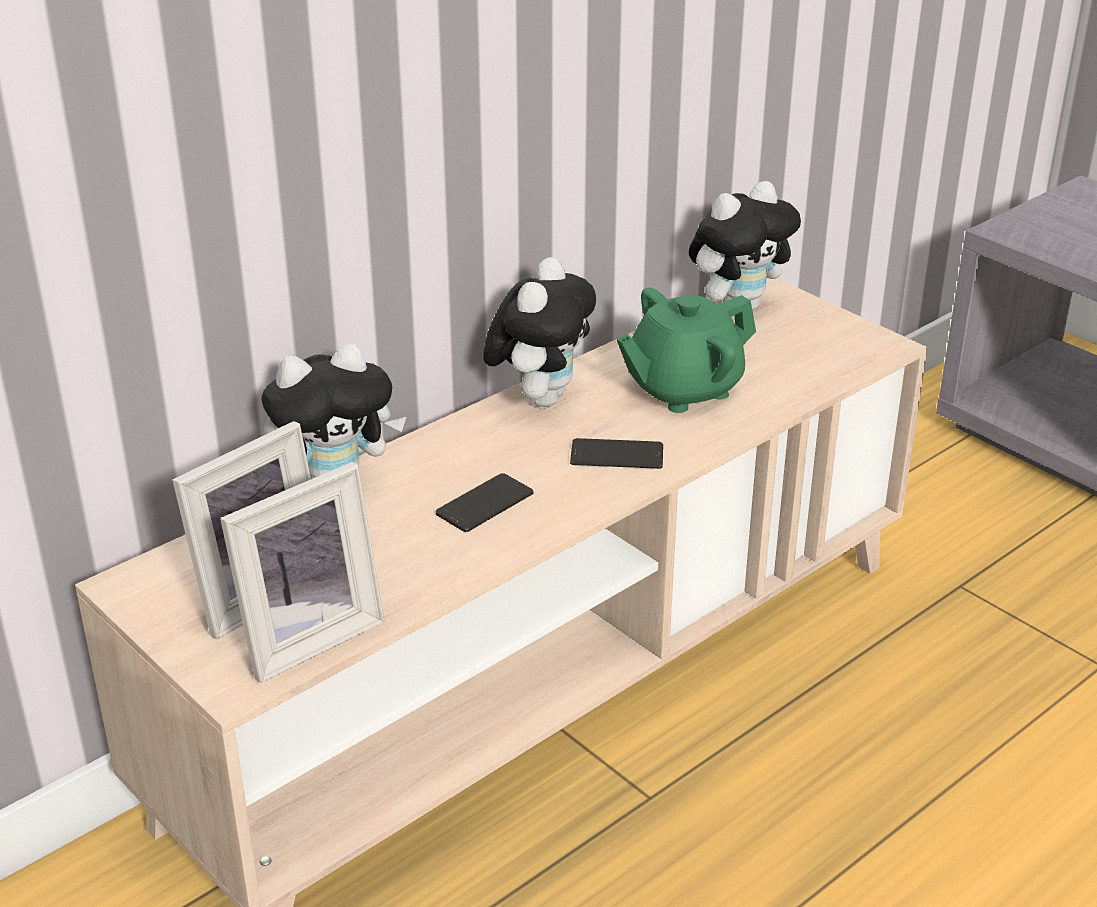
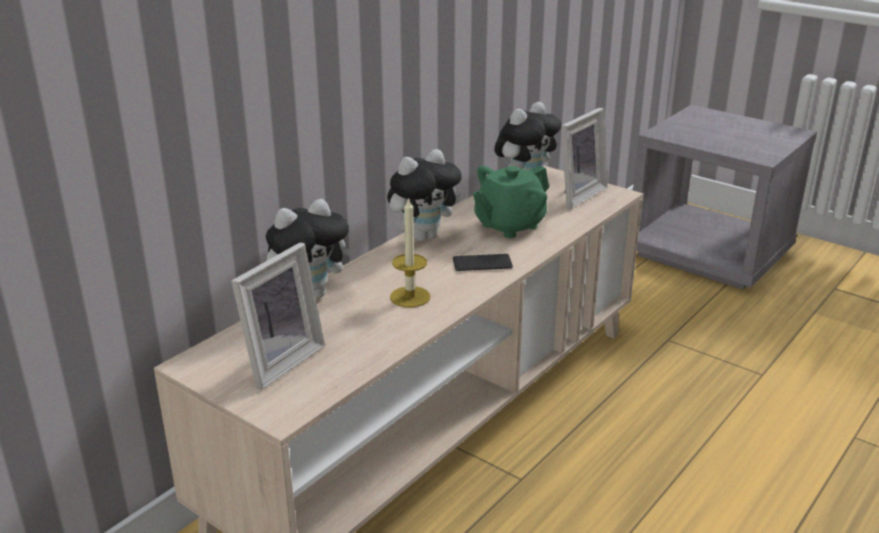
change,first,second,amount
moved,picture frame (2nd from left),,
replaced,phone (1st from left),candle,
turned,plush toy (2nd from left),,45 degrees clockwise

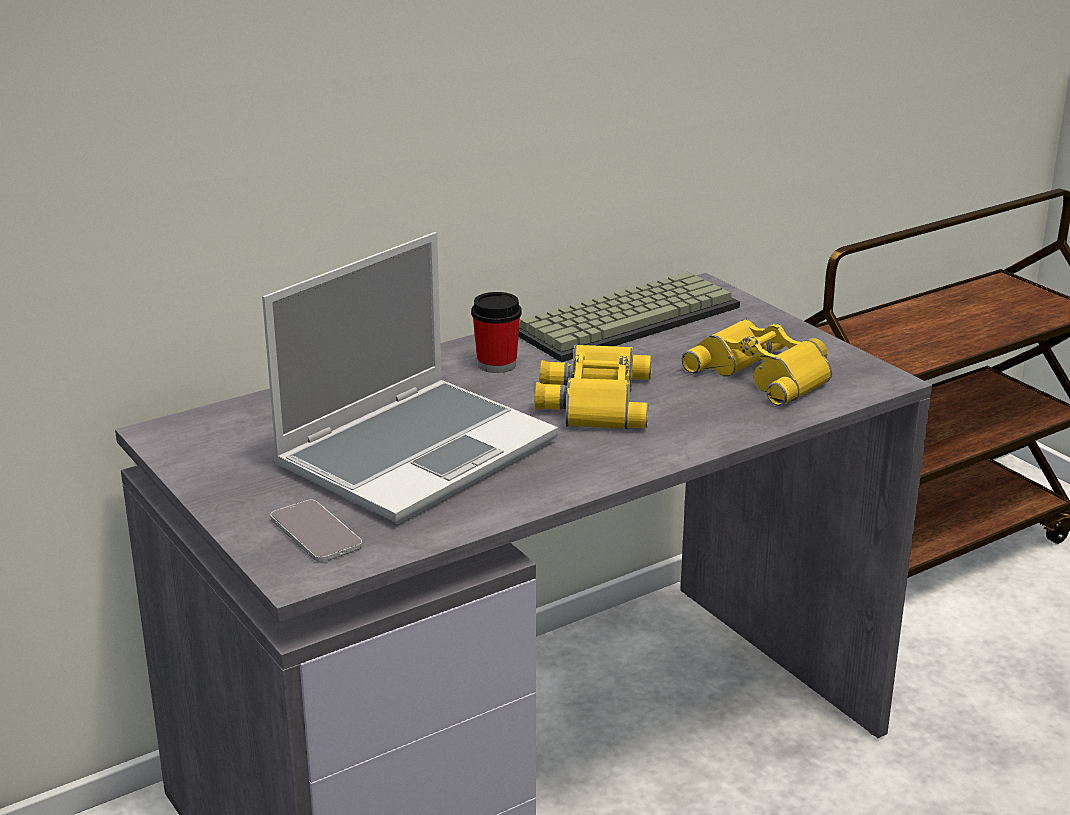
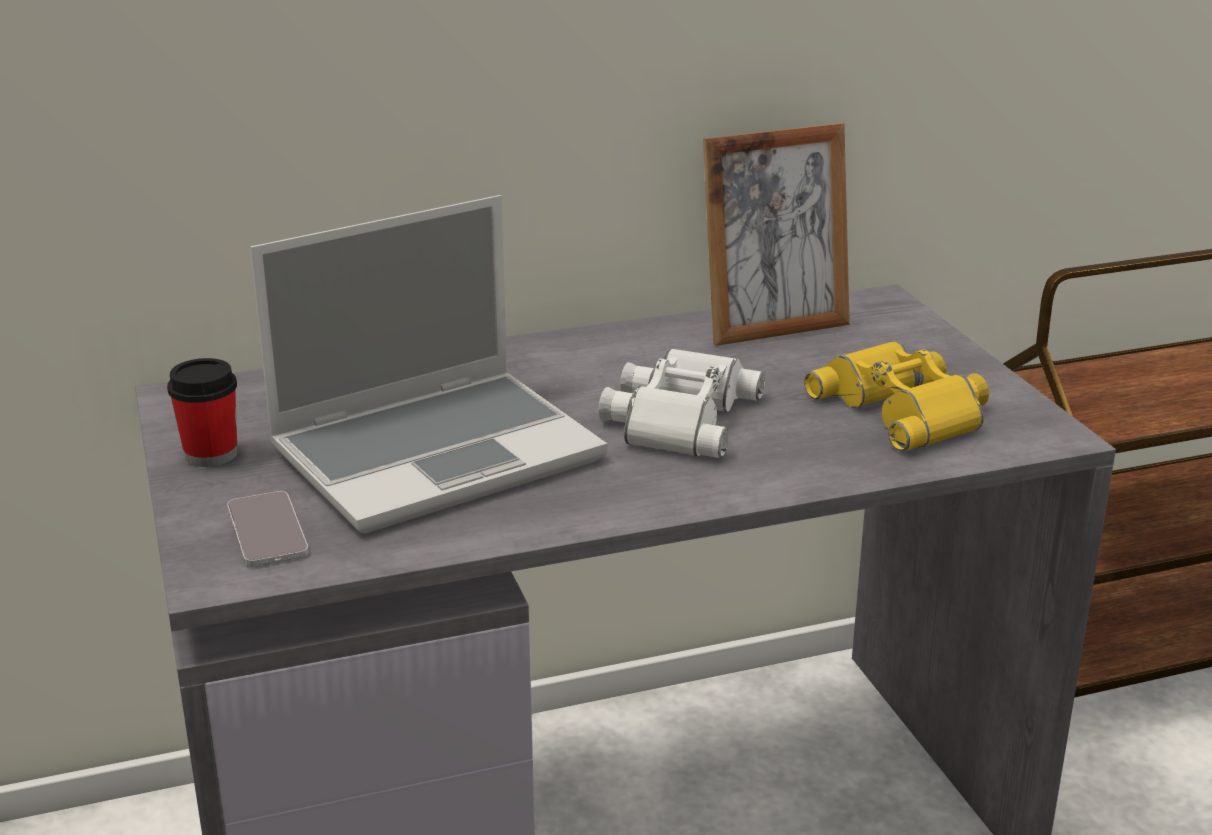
change,first,second,amount
moved,cup,,
replaced,keyboard,picture frame,
recoloured,yellow binoculars (1st from left),white binoculars,

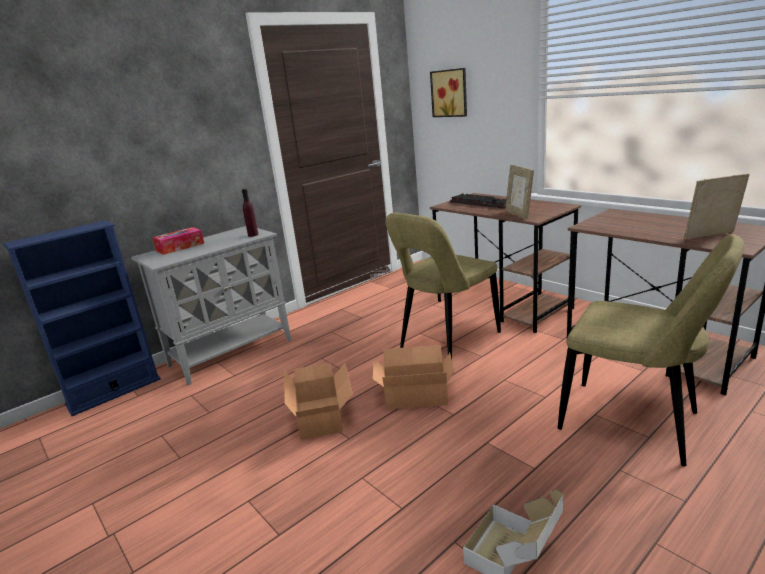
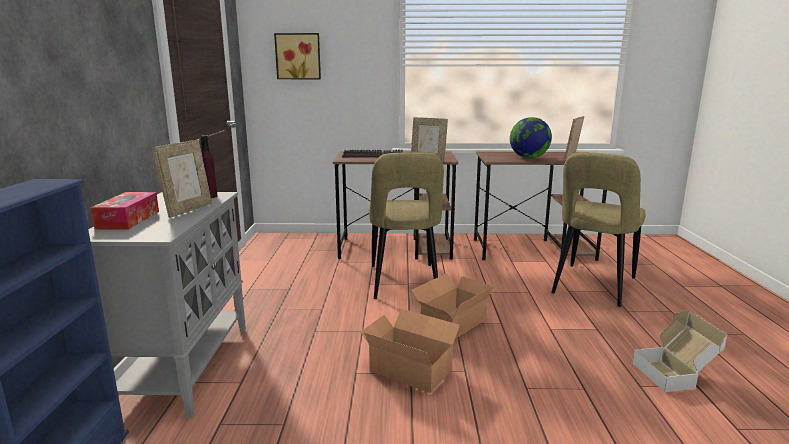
change,first,second,amount
turned,beige chair (2nd from left),,135 degrees clockwise
added,,picture frame (1st from left),
added,,globe,

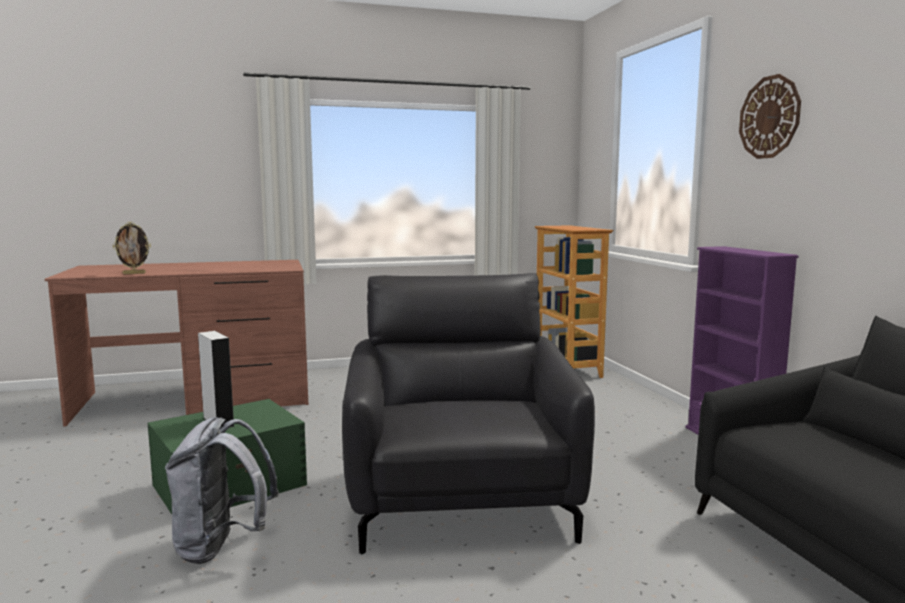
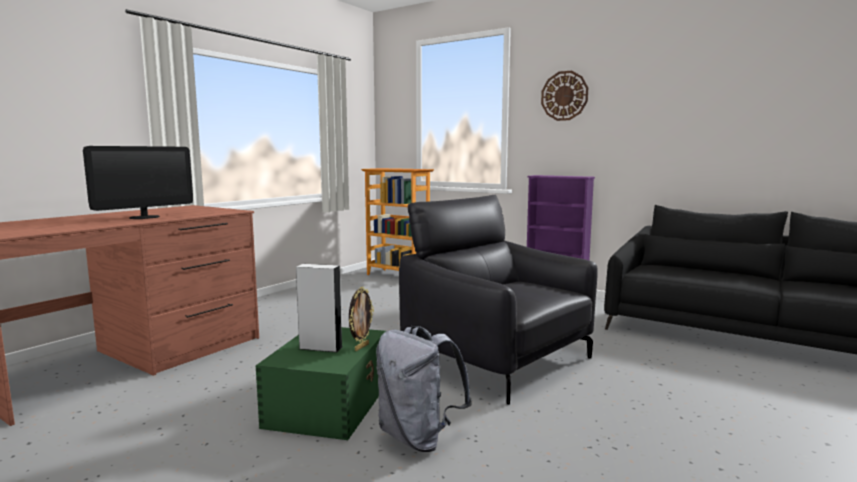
change,first,second,amount
moved,picture frame,,
added,,monitor,

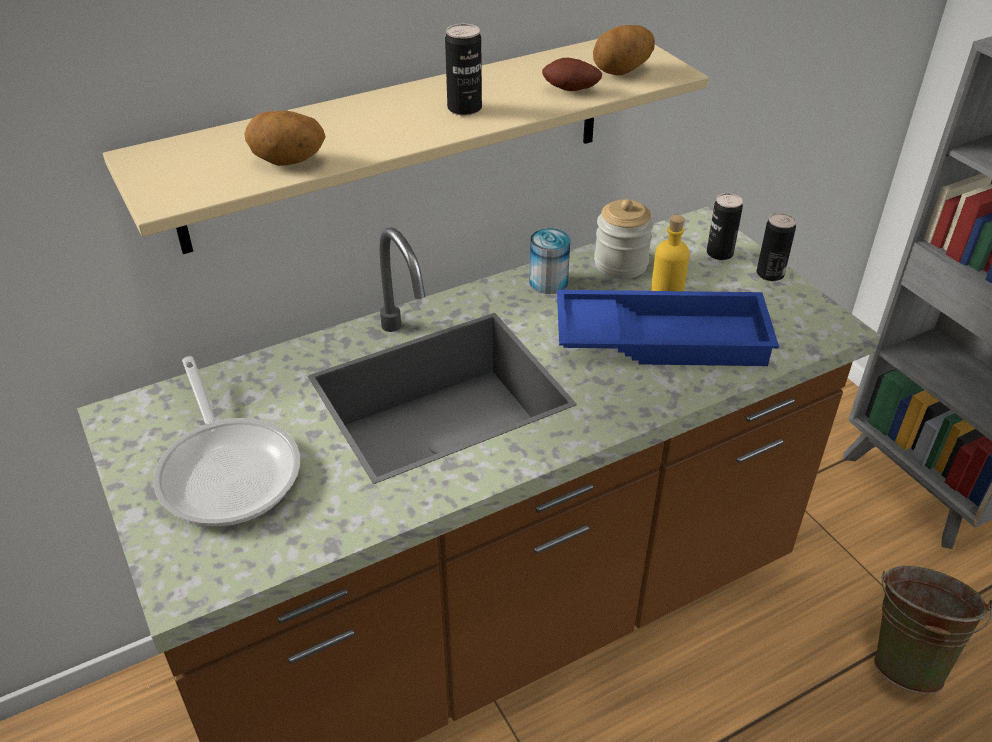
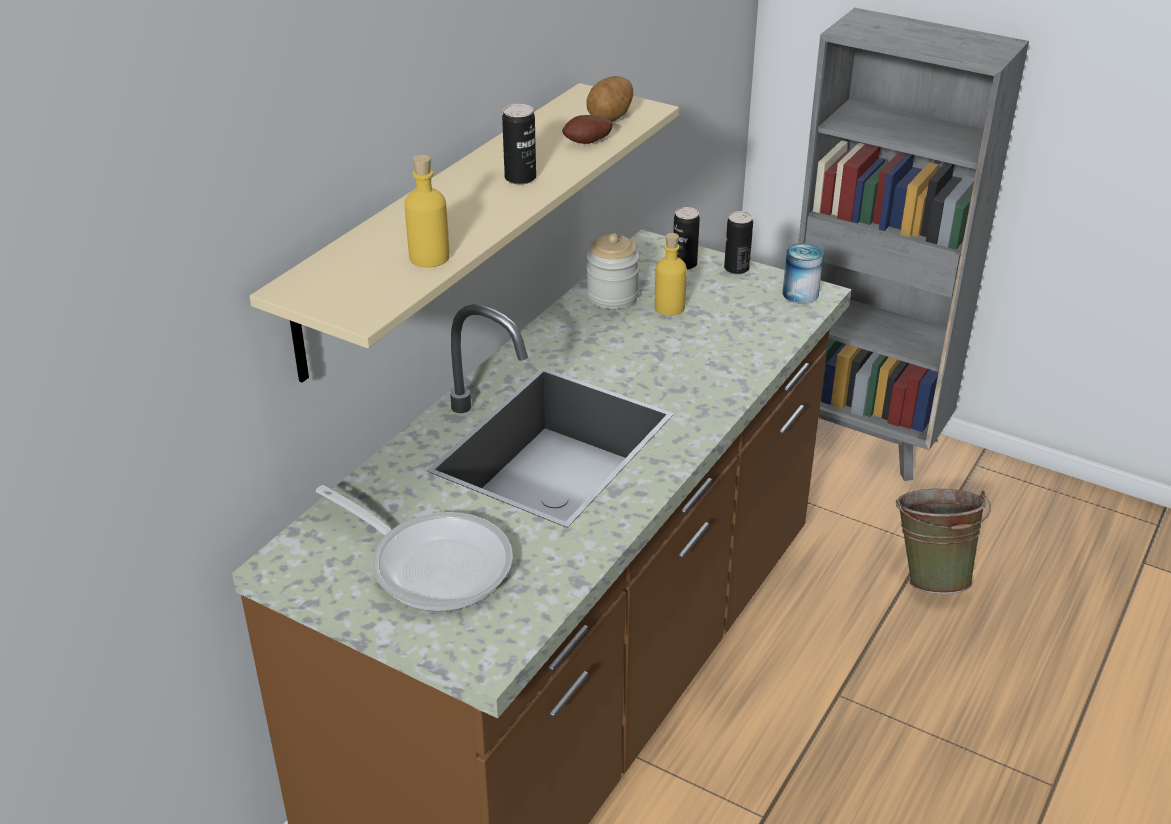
change,first,second,amount
replaced,potato (1st from left),yellow bottle (1st from left),
moved,can (2nd from left in the first image),can (4th from left),
removed,blue tray,,

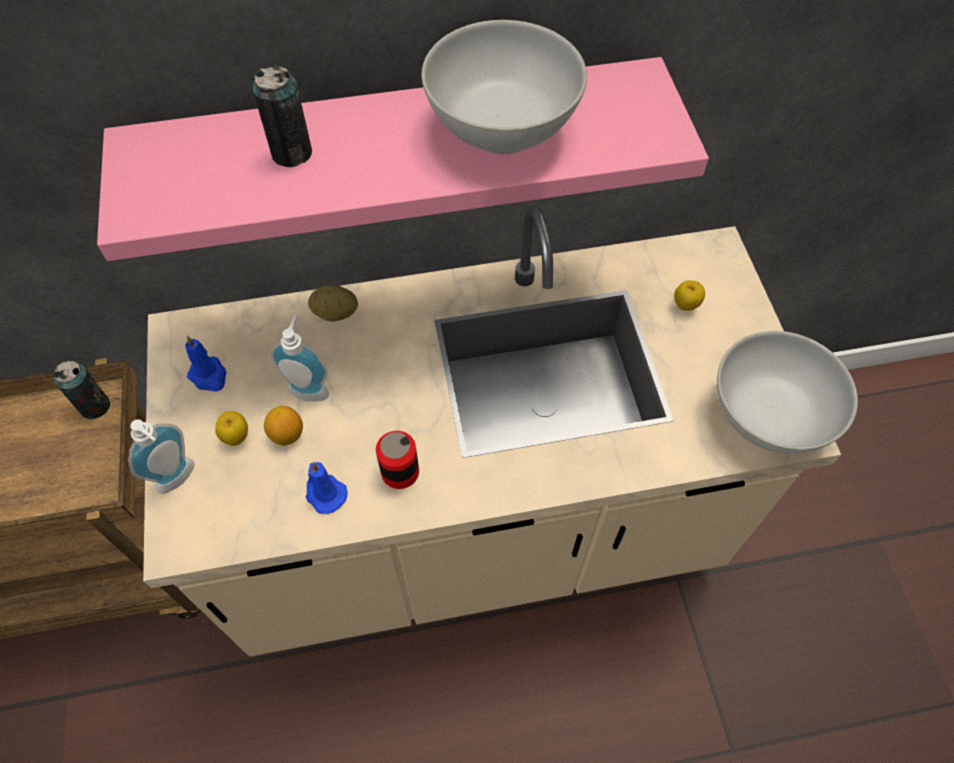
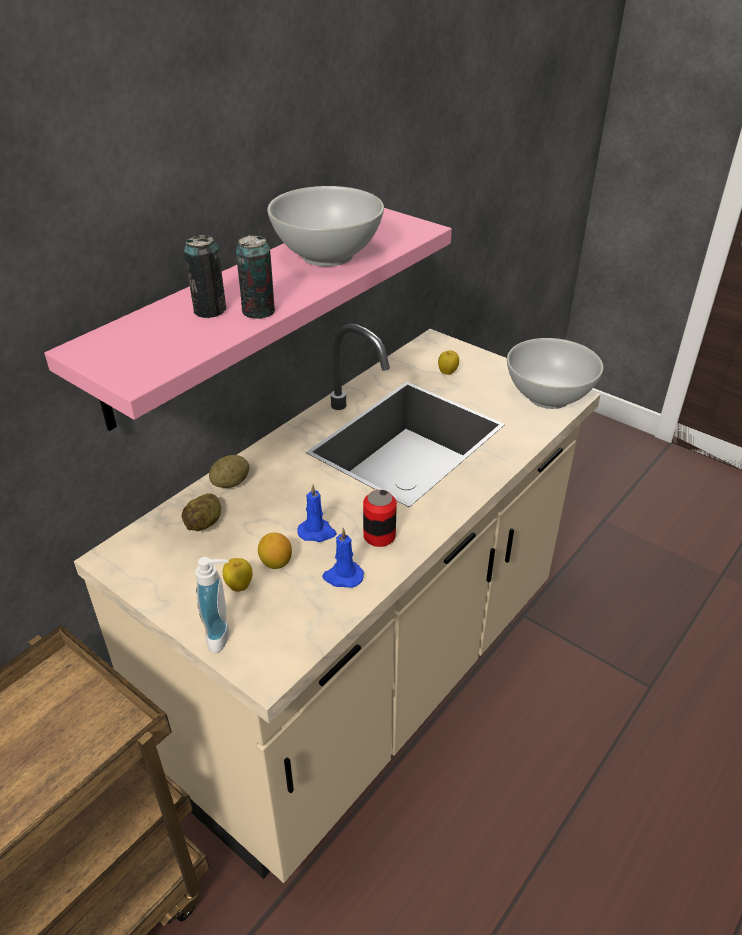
change,first,second,amount
moved,can (1st from left in the first image),can (2nd from left),
moved,blue candle (1st from left),,
removed,soap dispenser (2nd from left),,
added,,potato (1st from left),

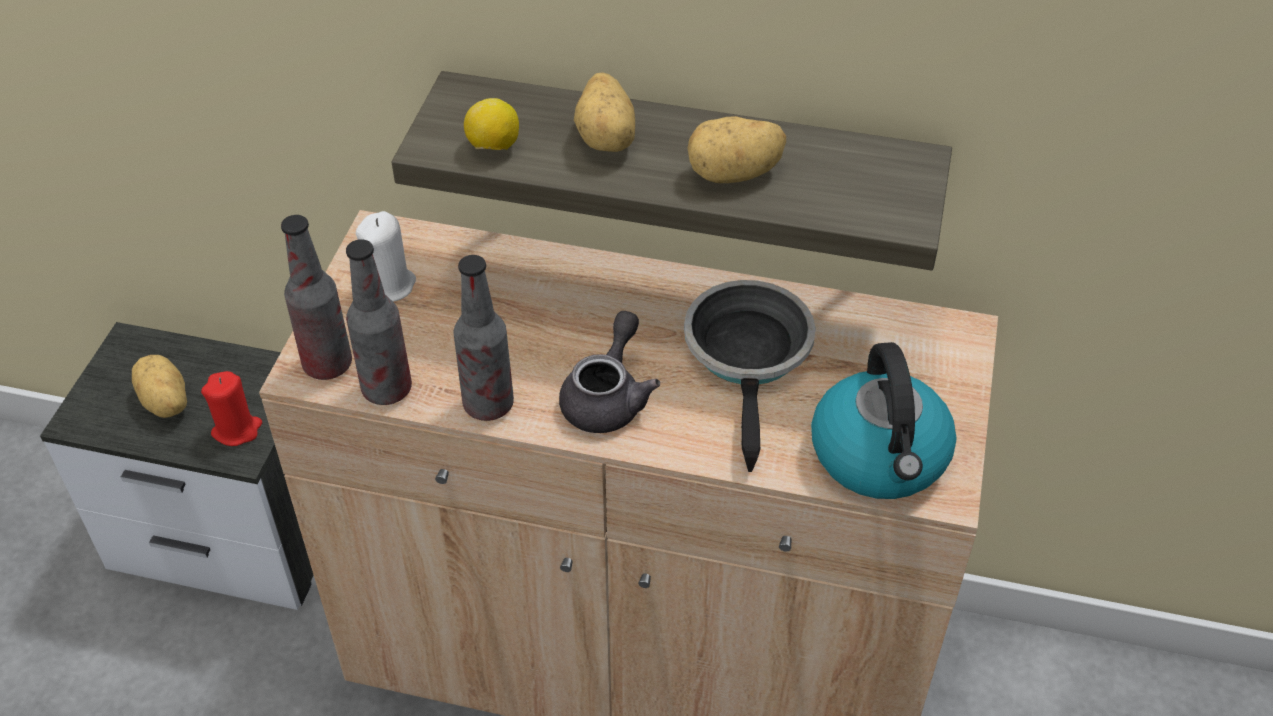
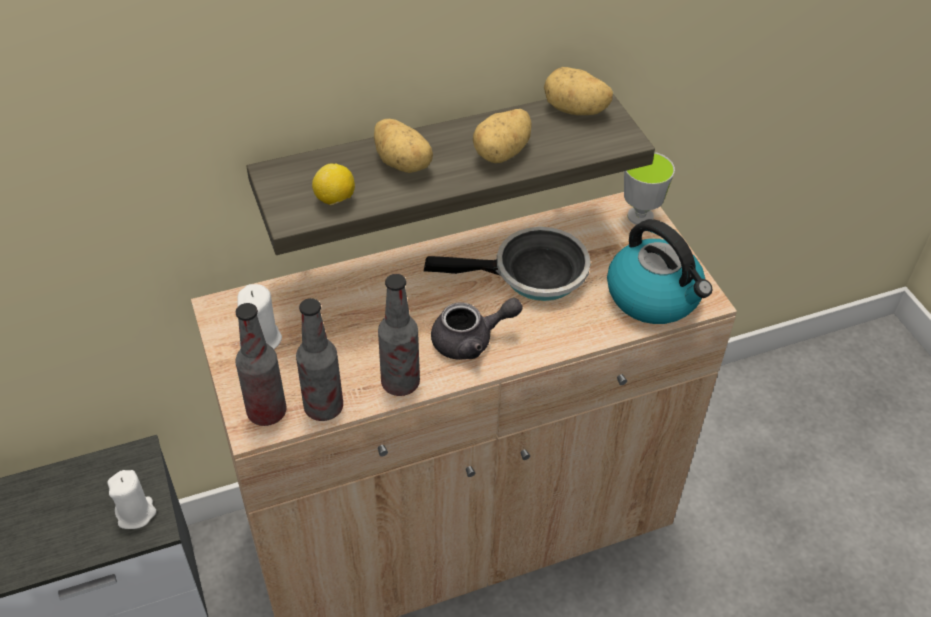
change,first,second,amount
moved,potato (1st from left in the first image),potato (3rd from left),
recoloured,red candle,white candle (1st from left),
turned,grey teapot,,90 degrees clockwise
turned,frying pan,,120 degrees clockwise
added,,cup,

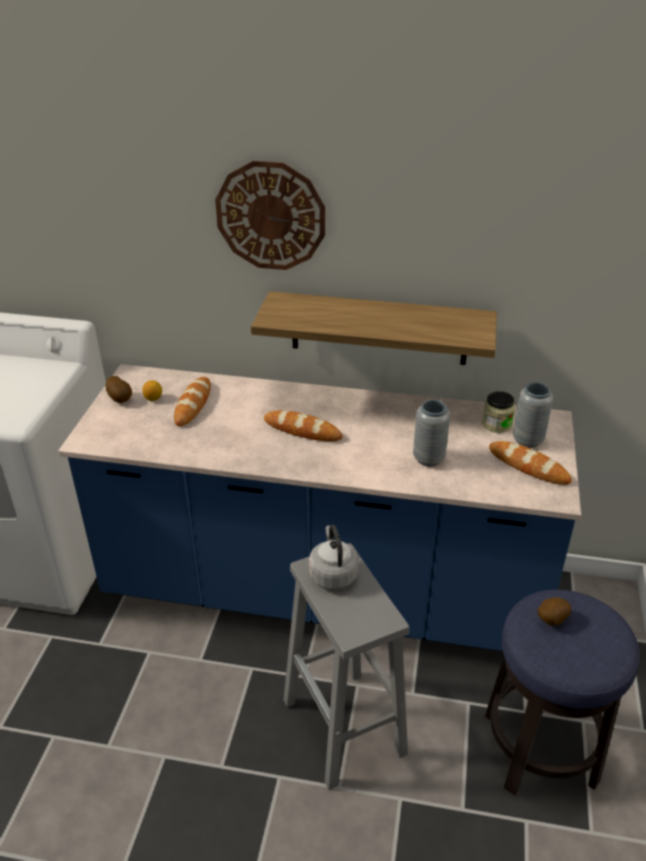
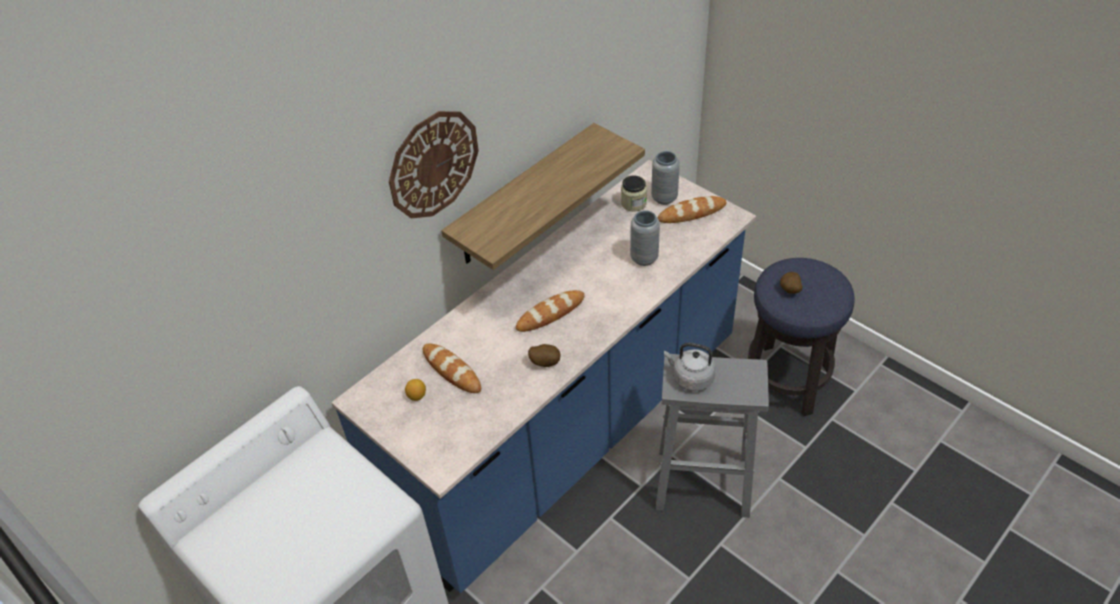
change,first,second,amount
moved,potato (1st from left),,

